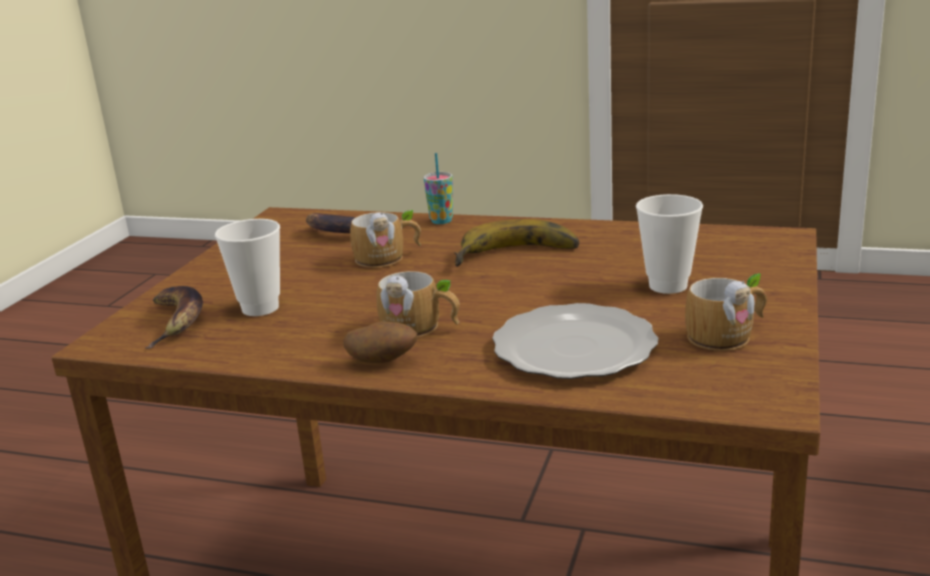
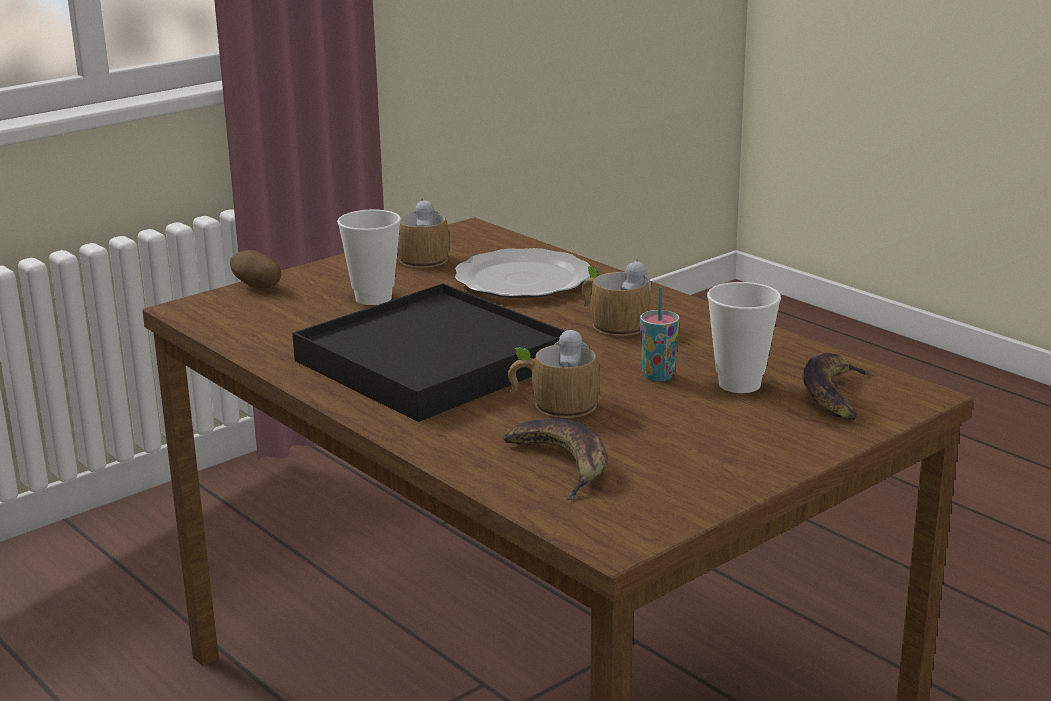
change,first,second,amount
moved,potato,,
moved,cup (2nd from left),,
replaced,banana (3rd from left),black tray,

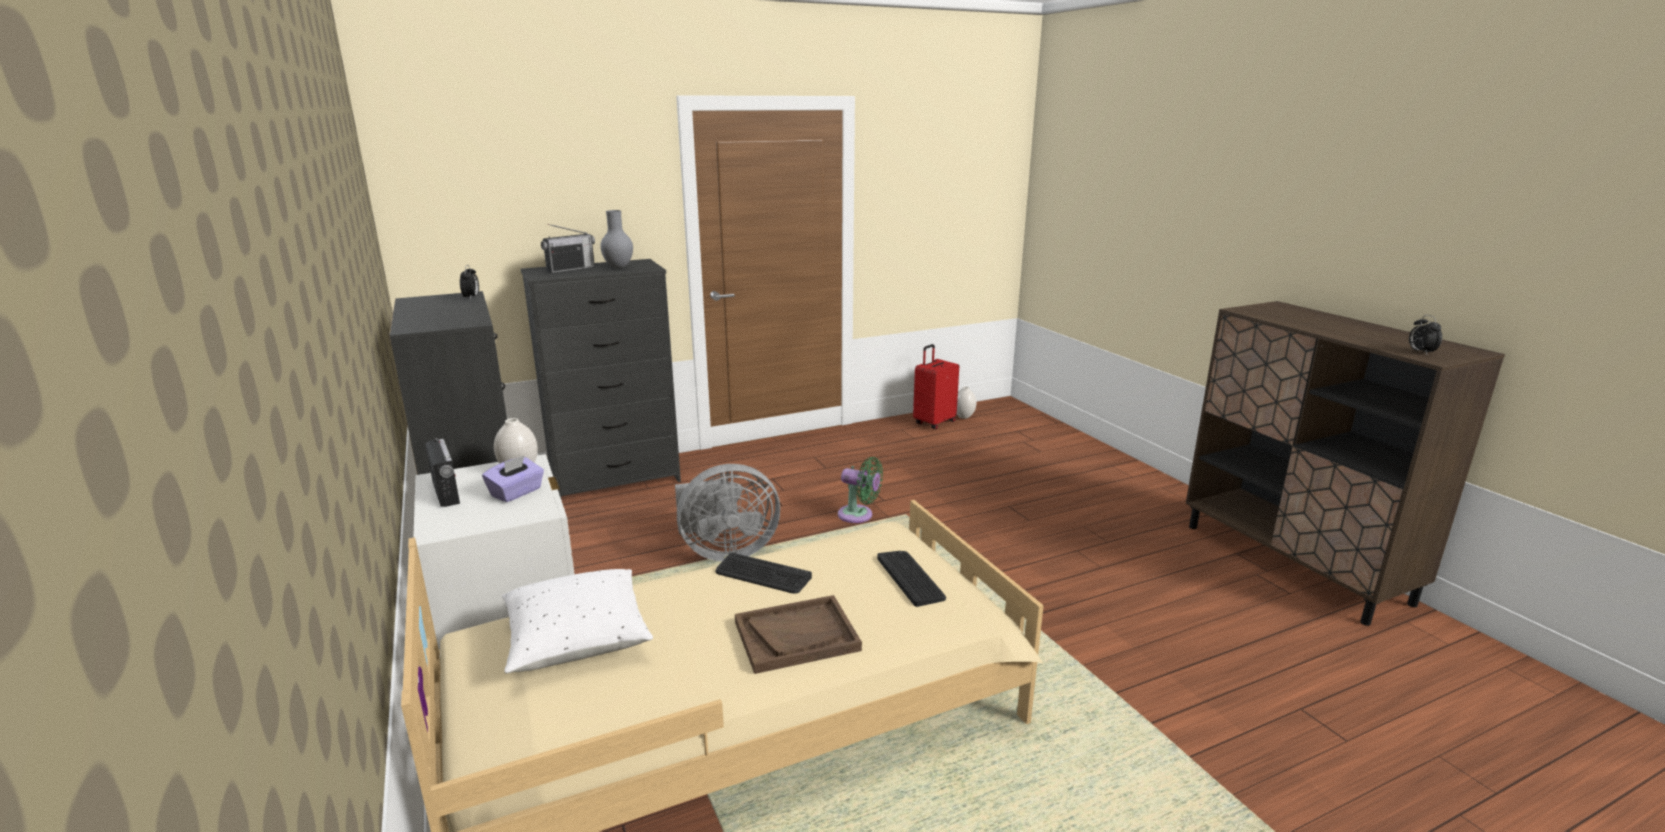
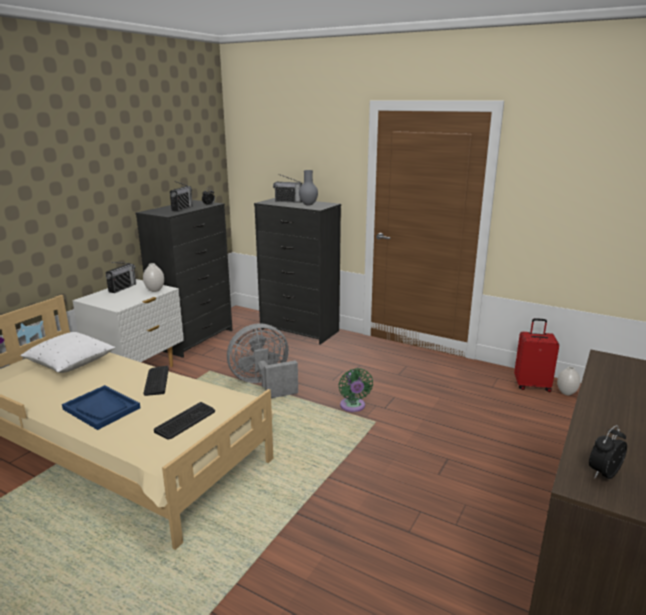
change,first,second,amount
removed,purple tissue box,,
turned,grey fan,,120 degrees clockwise
recoloured,brown tray,blue tray,
added,,radio (2nd from left),

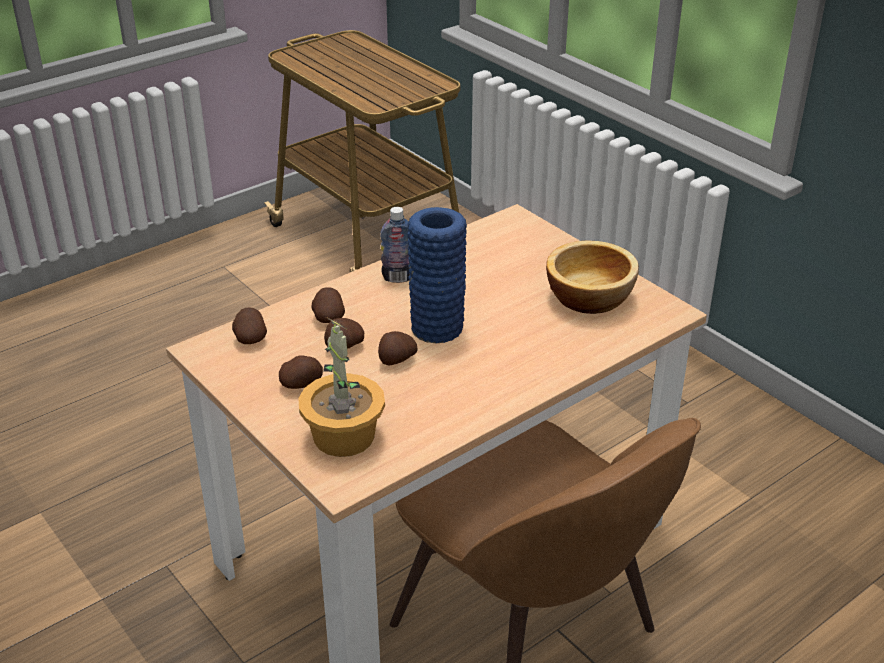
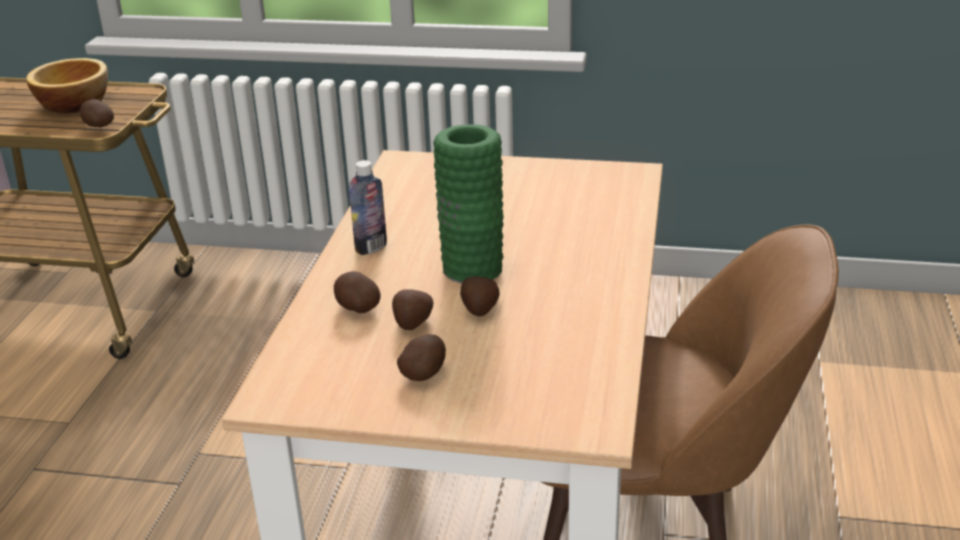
change,first,second,amount
moved,potato (1st from left),,
removed,potted plant,,
recoloured,blue vase,green vase,
moved,bowl,,

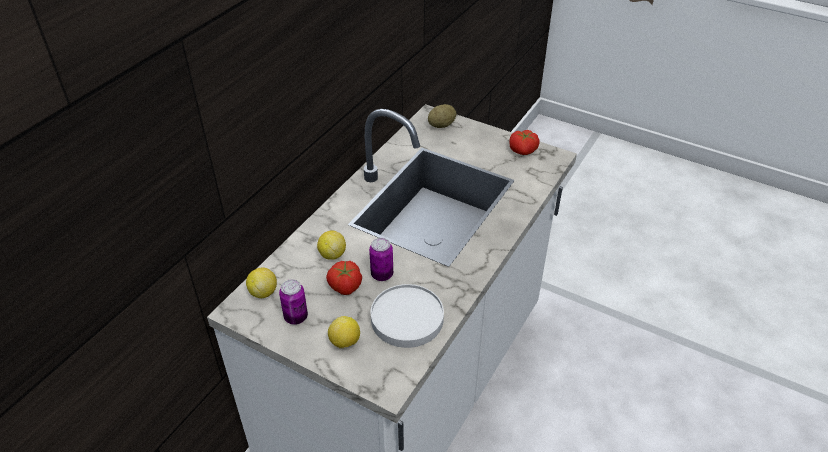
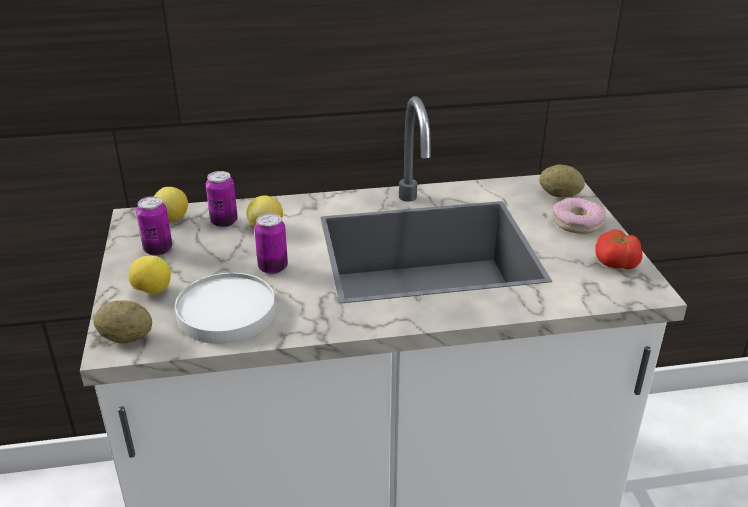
change,first,second,amount
removed,tomato (1st from left),,
added,,potato (1st from left),
added,,can (2nd from left),
added,,donut,

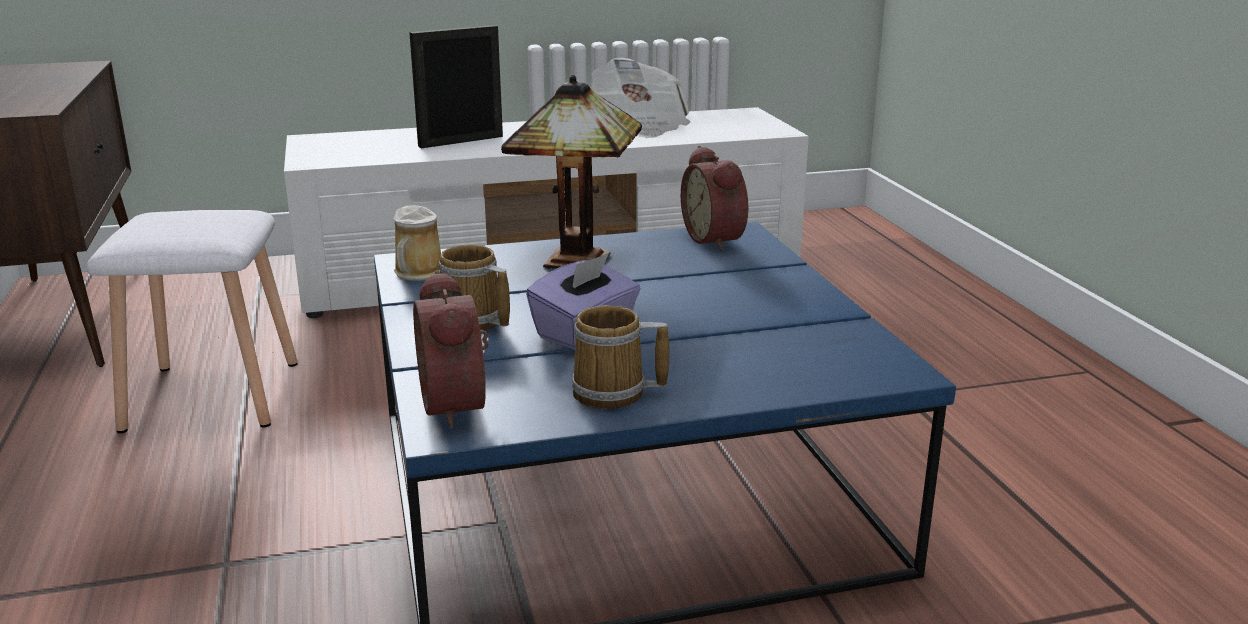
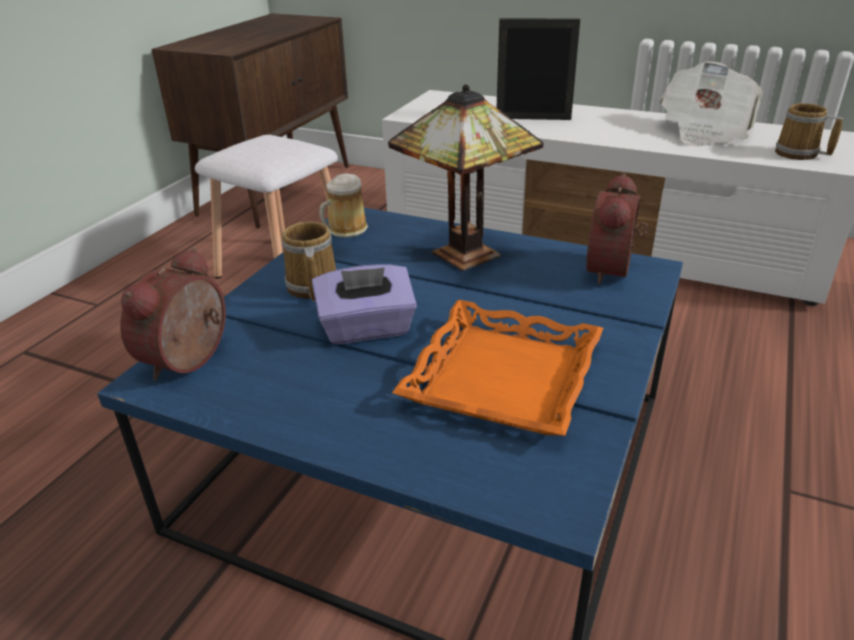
change,first,second,amount
moved,mug (3rd from left),,
added,,orange tray,

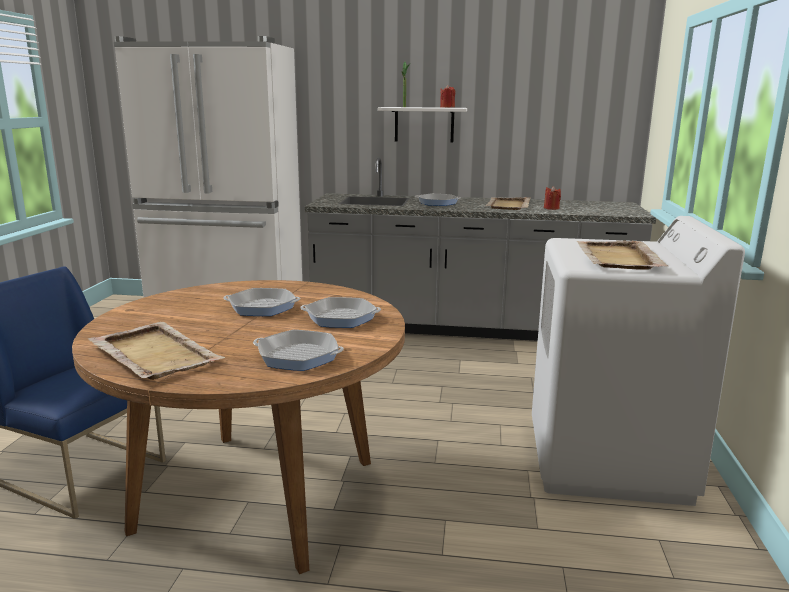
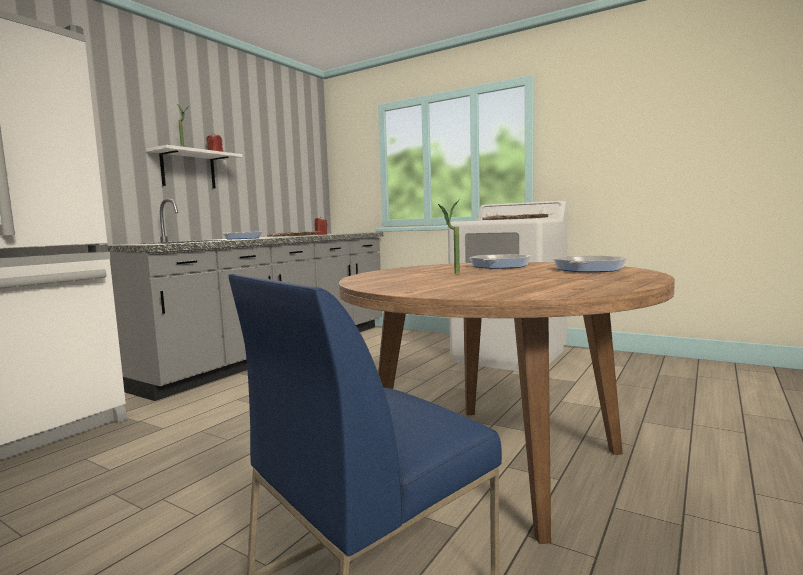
change,first,second,amount
removed,beige tray (1st from left),,
replaced,frying pan (1st from left),potted plant (2nd from left),

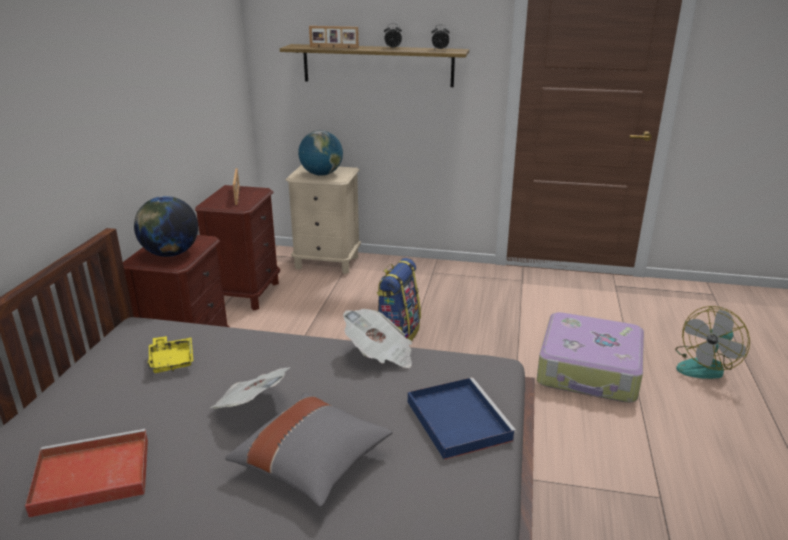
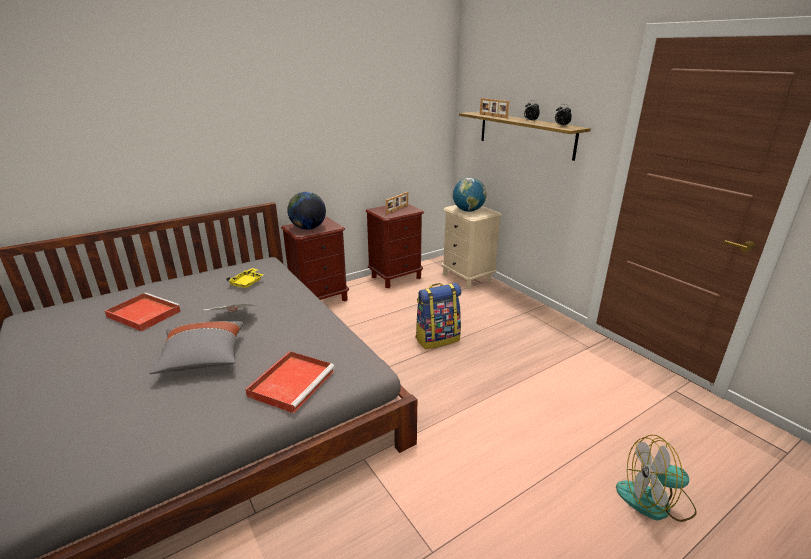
change,first,second,amount
removed,newspaper (2nd from left),,
recoloured,blue tray,red tray (2nd from left),
removed,suitcase,,

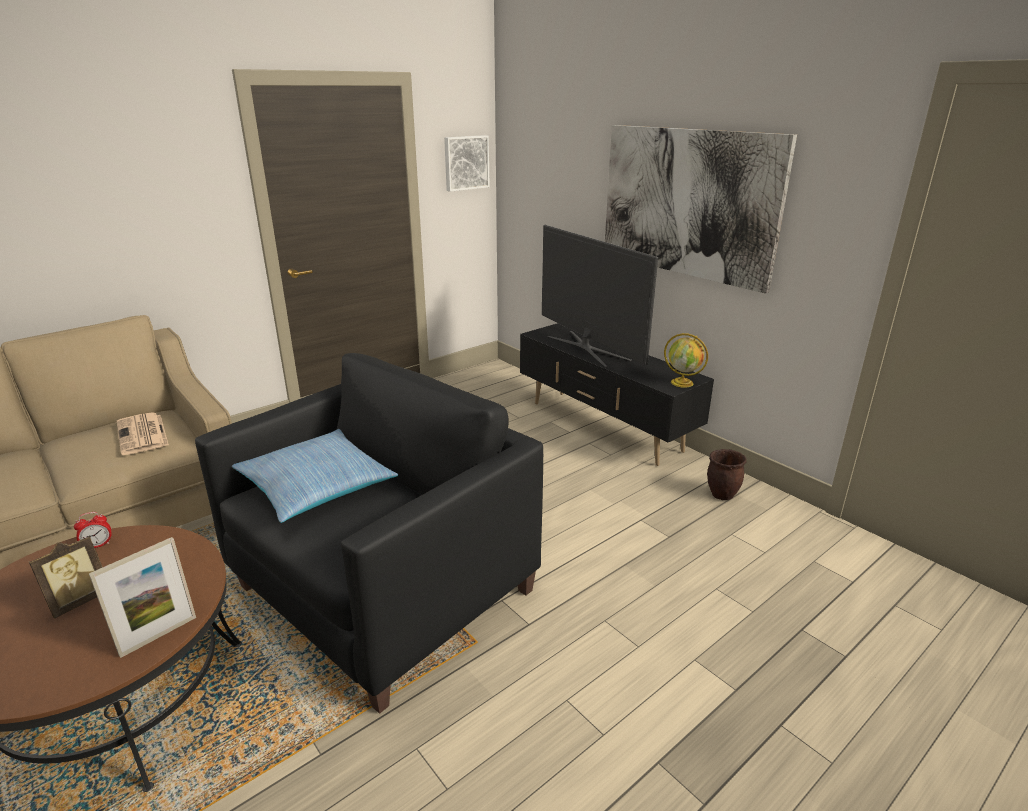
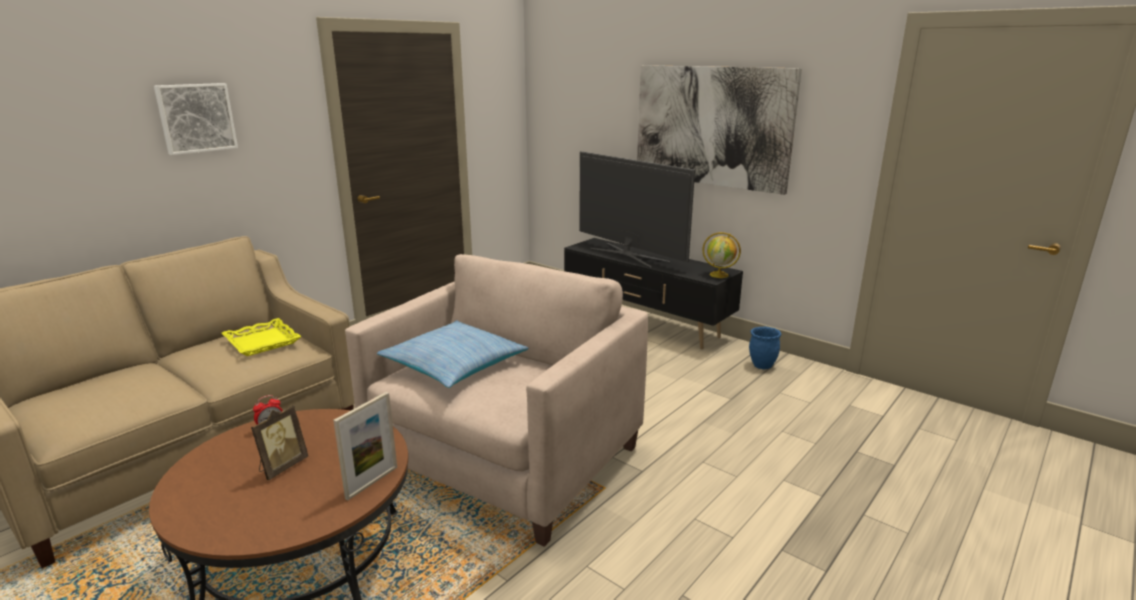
change,first,second,amount
replaced,newspaper,yellow tray,
recoloured,black armchair,beige armchair,
moved,picture (1st from left),,
recoloured,brown planter,blue planter,

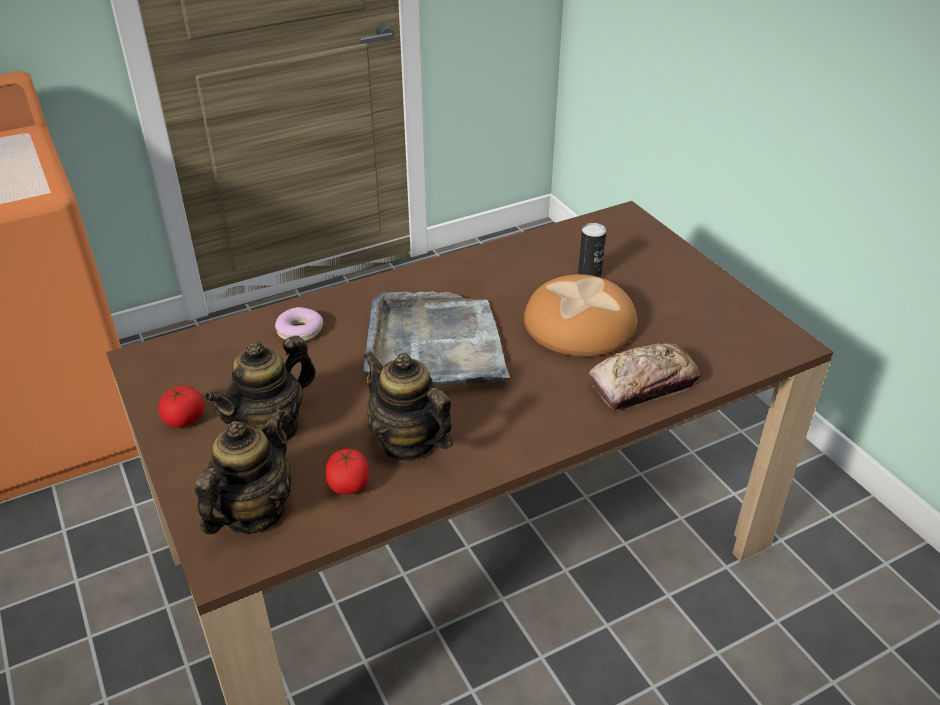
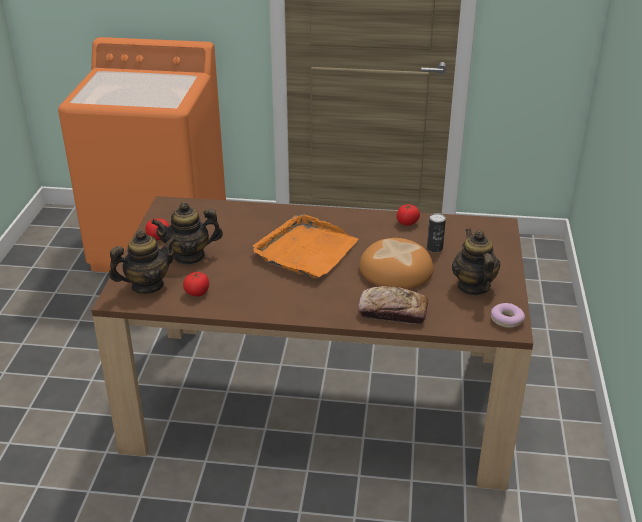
change,first,second,amount
moved,donut,,
moved,teapot (3rd from left),,
recoloured,grey tray,orange tray,
added,,tomato (3rd from left),

